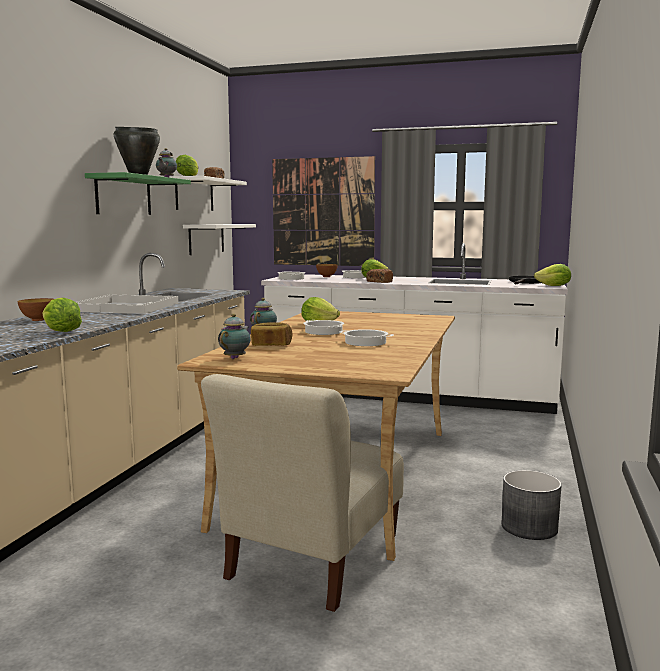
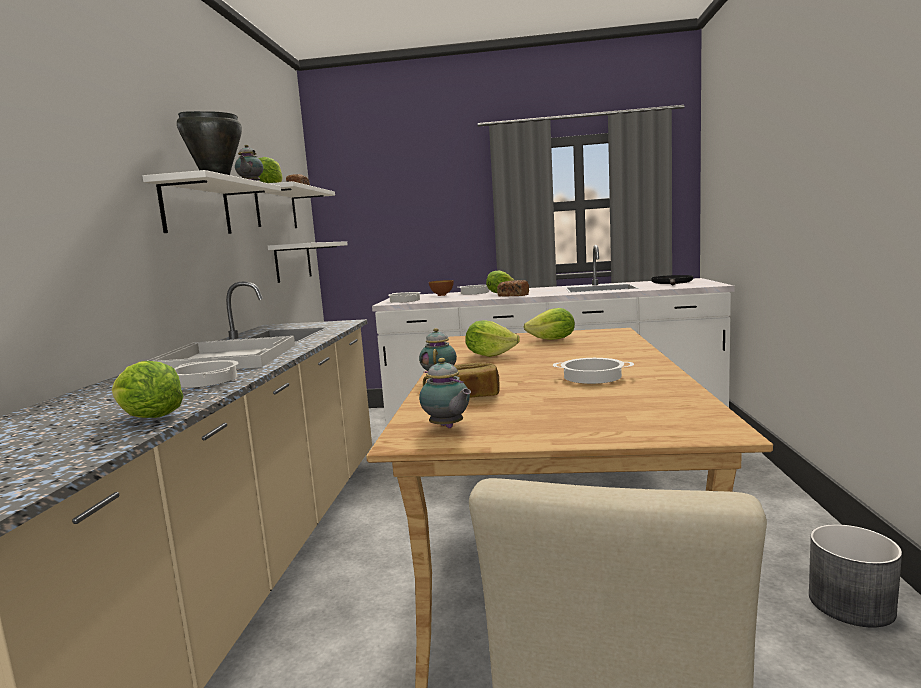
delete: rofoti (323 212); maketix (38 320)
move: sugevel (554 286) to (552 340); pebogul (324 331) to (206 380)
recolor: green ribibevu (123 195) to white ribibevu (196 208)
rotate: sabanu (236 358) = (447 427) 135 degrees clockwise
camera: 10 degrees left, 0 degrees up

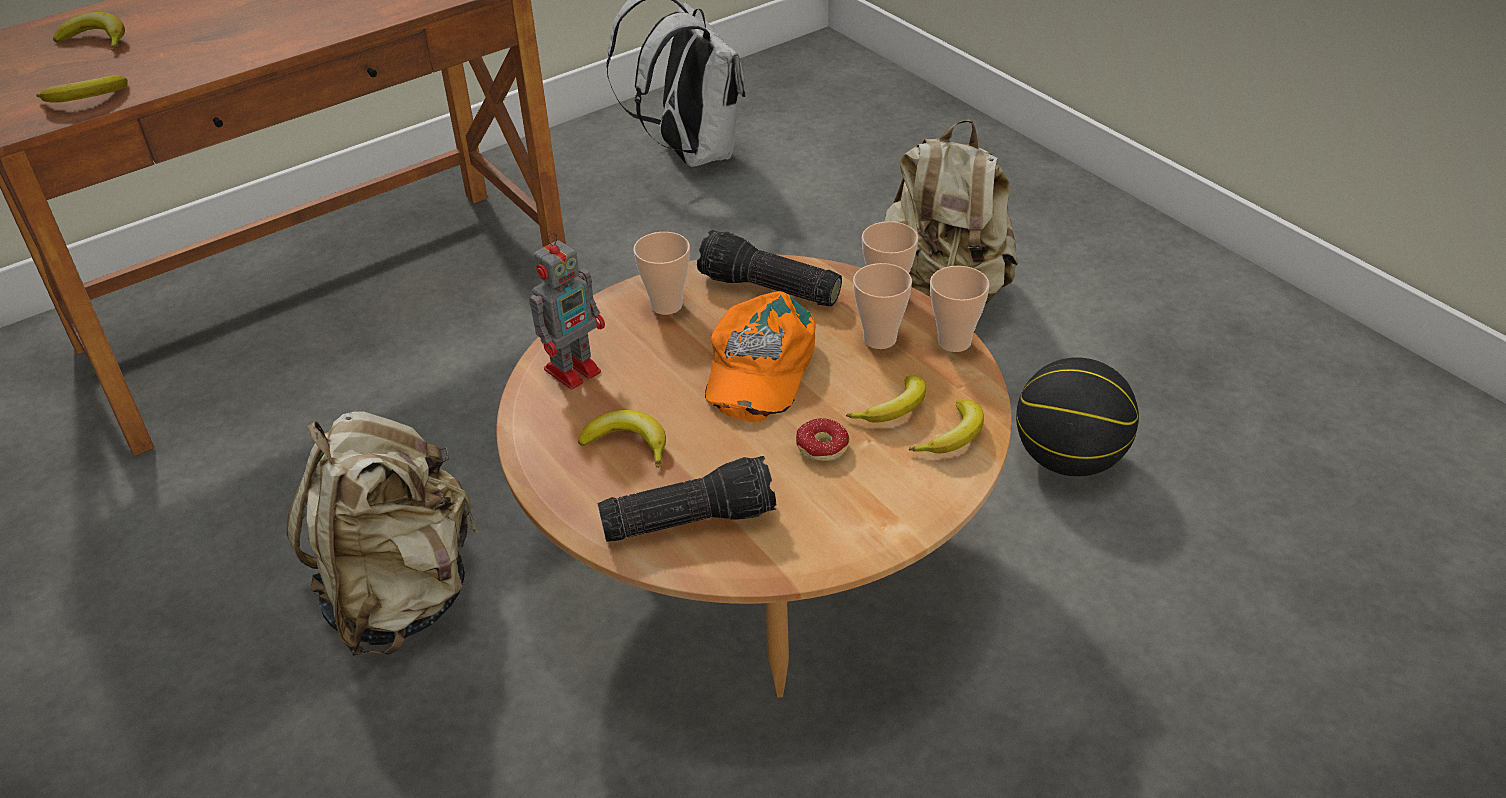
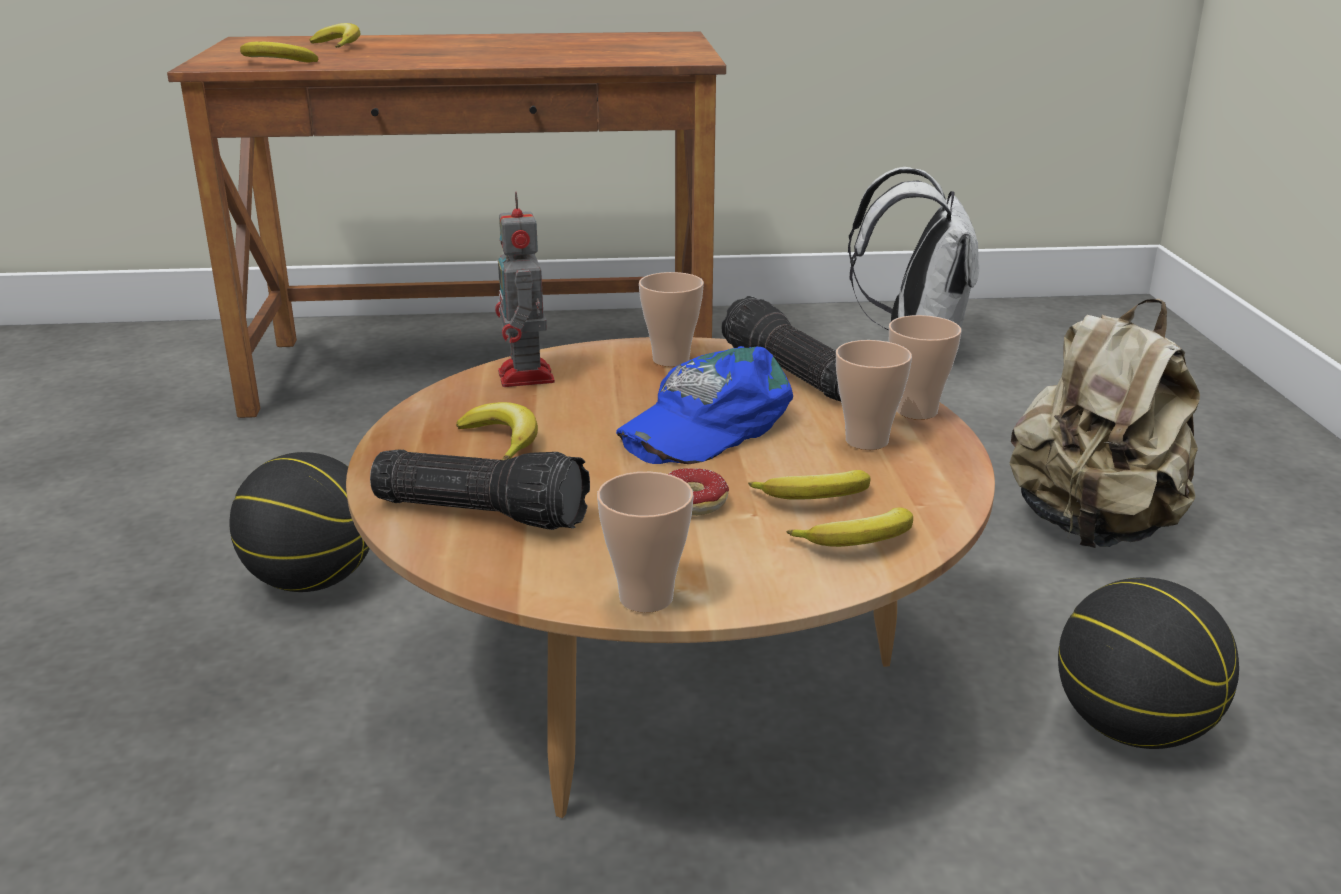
move: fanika (954 342) to (646 598)
replace: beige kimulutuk (401 595) to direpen (312 580)
recolor: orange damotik (758 366) to blue damotik (705 424)
rotate: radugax (574 369) = (526 378) 90 degrees clockwise
camera: 30 degrees right, 15 degrees down

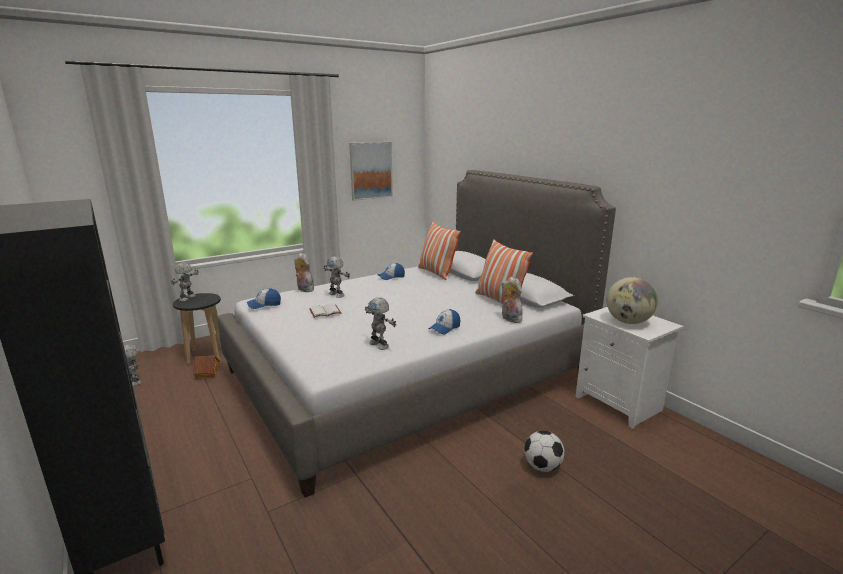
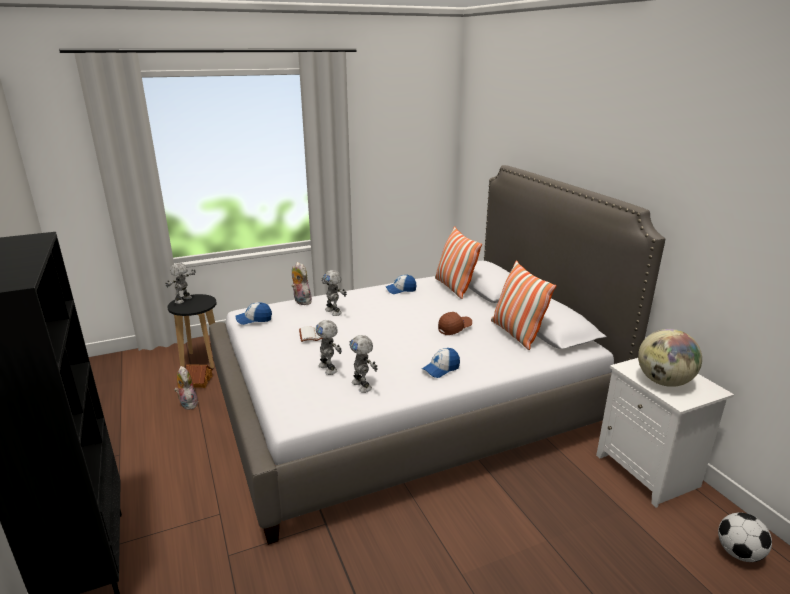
delete: rofoti (370 170)
insert: brown damotik (454 329)
move: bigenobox (509 319) to (187 404); radugax (135 381) to (328 368); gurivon (542 467) to (738 553)
camera: 10 degrees right, 5 degrees up

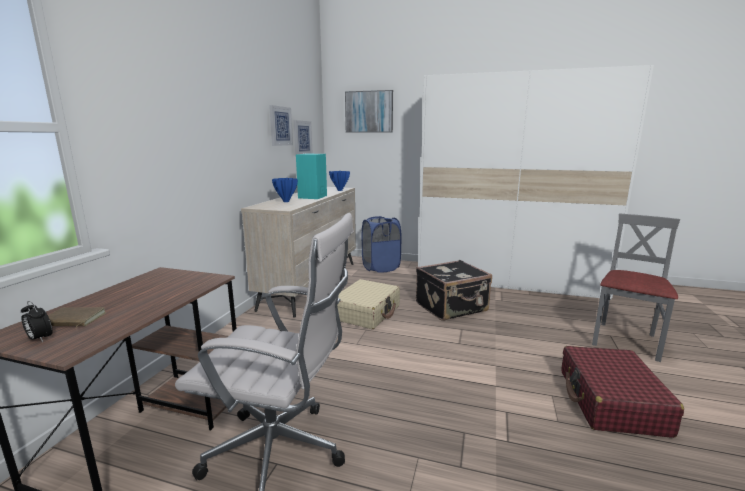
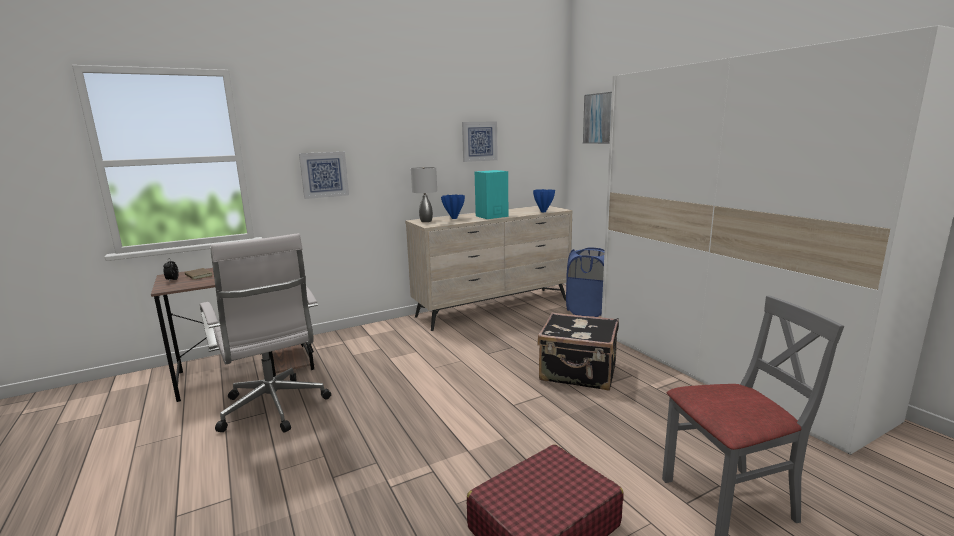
delete: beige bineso (366 312)
insert: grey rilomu (426 221)
move: rofoti (302 138) to (324 174)
camera: 45 degrees right, 0 degrees up

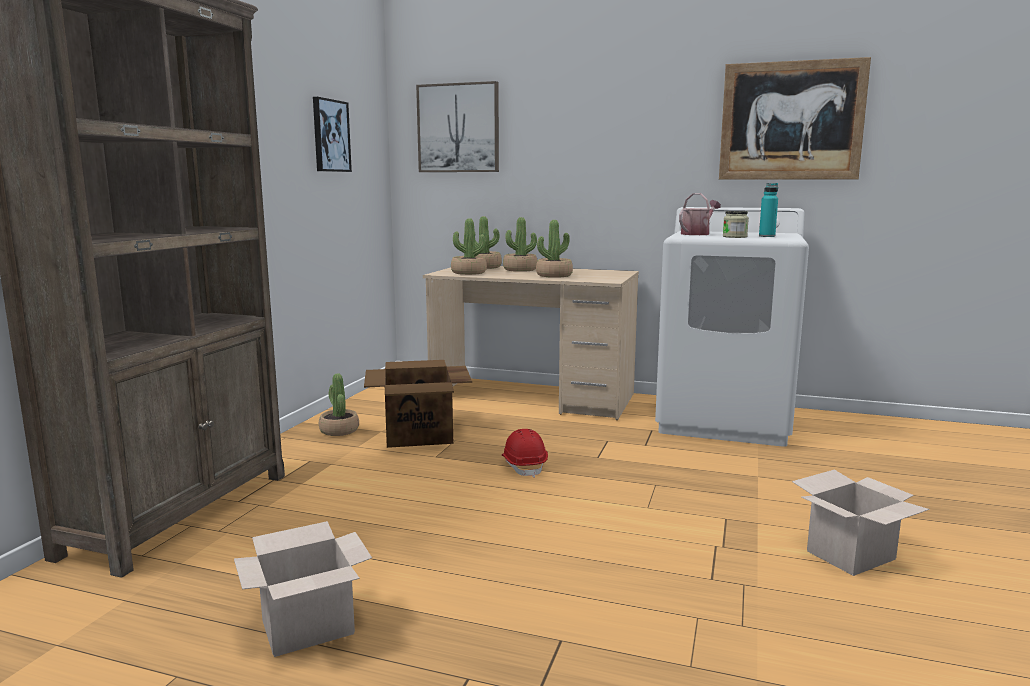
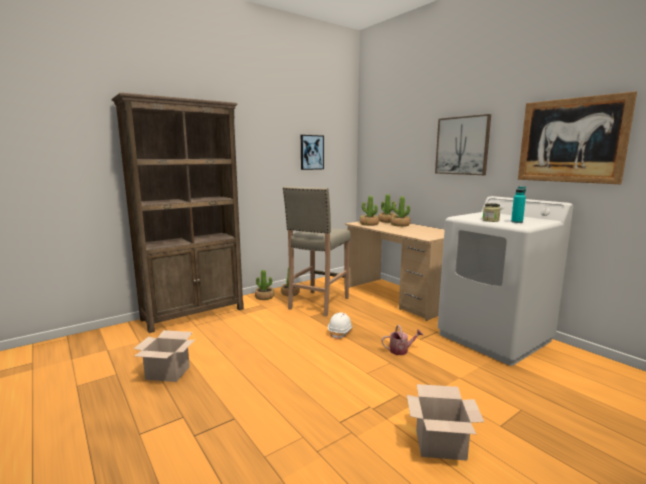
move: rofoti (458 128) to (462 145); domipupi (697 234) to (401 350); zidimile (554 275) to (264 297)
replace: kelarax (418 435) to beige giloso (318 304)
recolor: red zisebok (524 466) to white zisebok (340 332)
camera: 35 degrees right, 0 degrees up

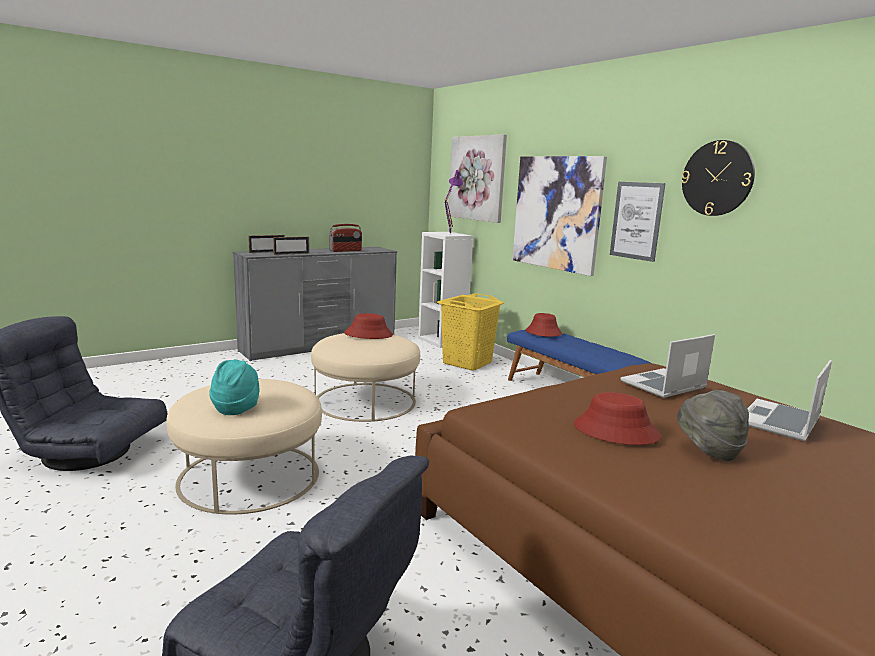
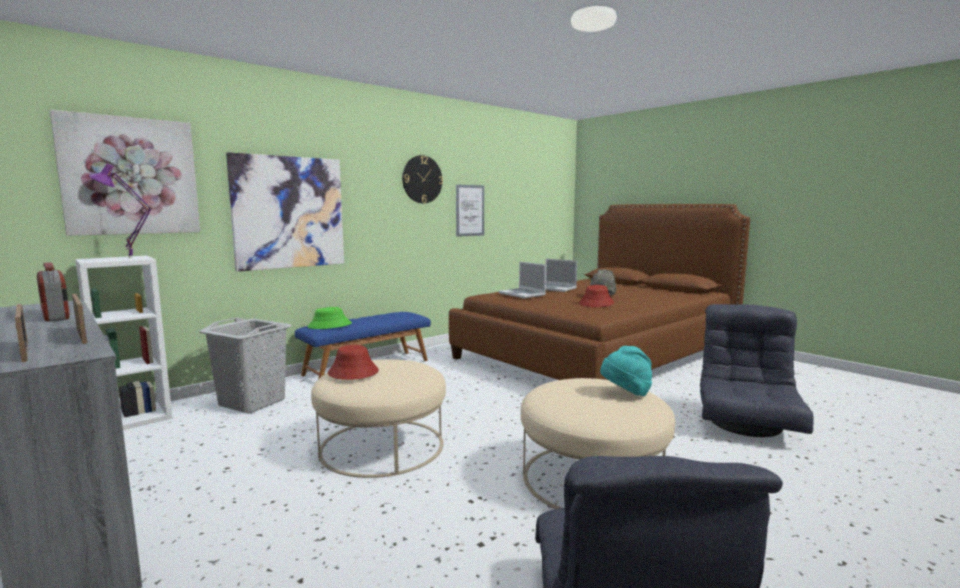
move: rofoti (636 220) to (470 210)
recolor: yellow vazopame (467 363) to grey vazopame (252 402); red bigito (543 332) to green bigito (329 325)
camera: 95 degrees left, 5 degrees down

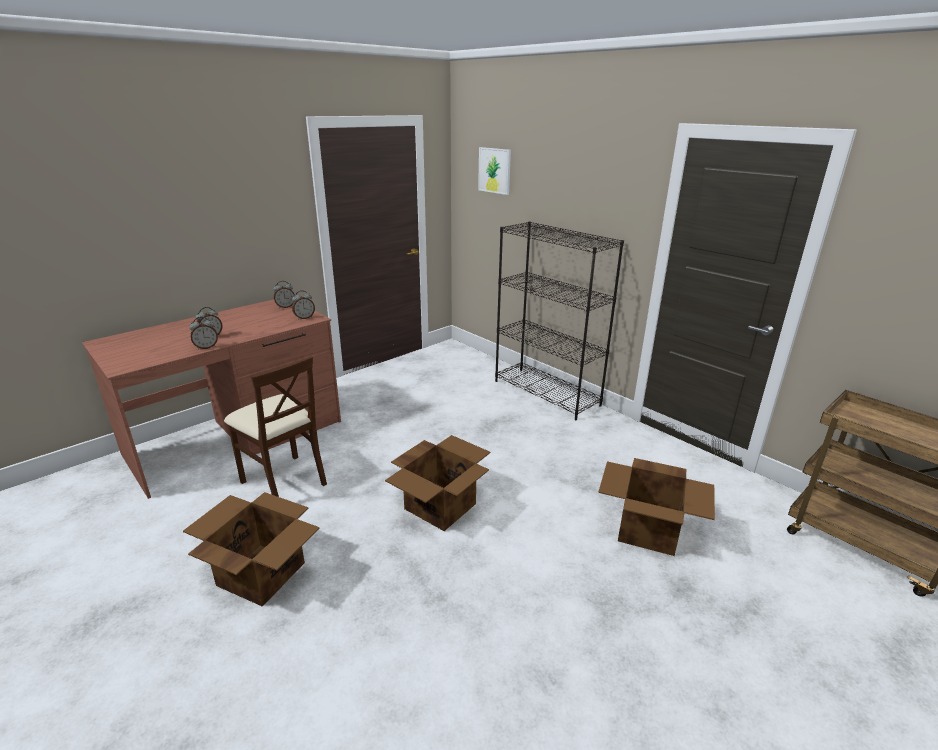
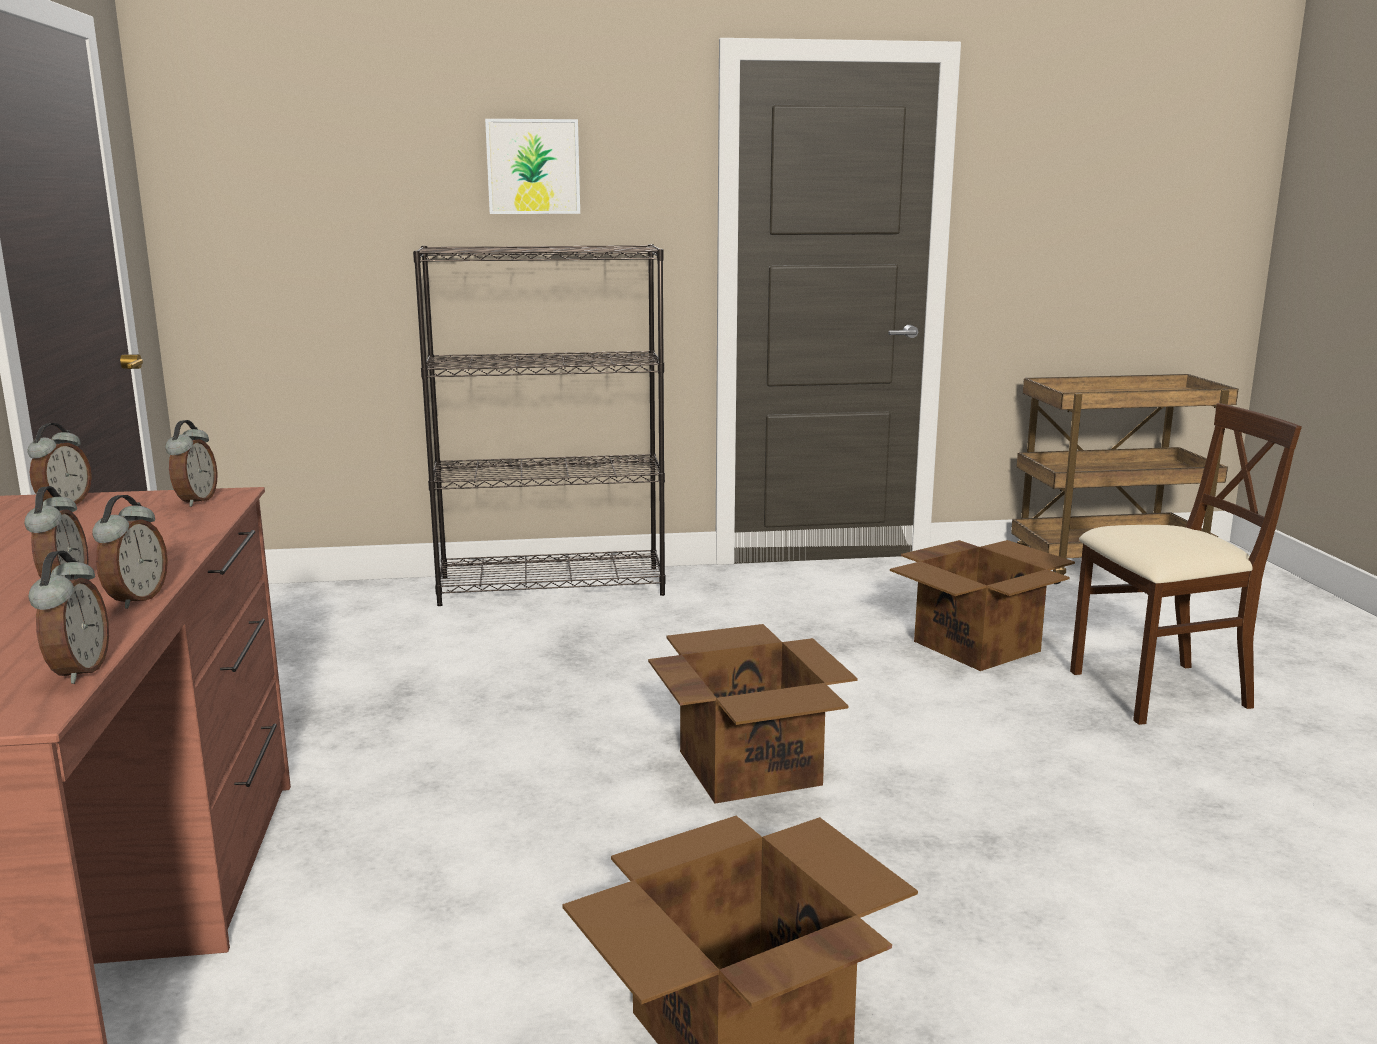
insert: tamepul (77 672)
move: rofoti (494 170) to (533 167); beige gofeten (284 481) to (1158 691)
camera: 55 degrees left, 10 degrees down

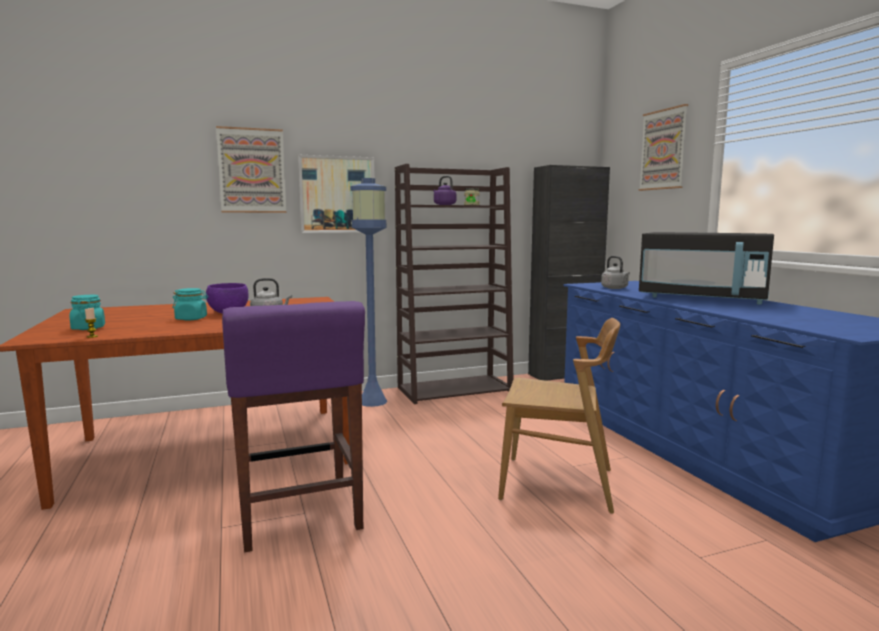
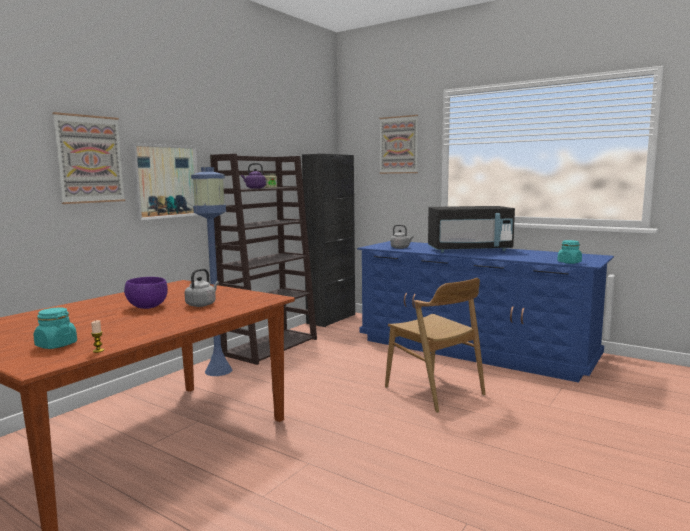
delete: purple giloso (298 516)
move: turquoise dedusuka (191 319) to (569 262)
rotate: brown gofeten (558 484) = (434 391) 75 degrees clockwise
camera: 35 degrees left, 0 degrees up

